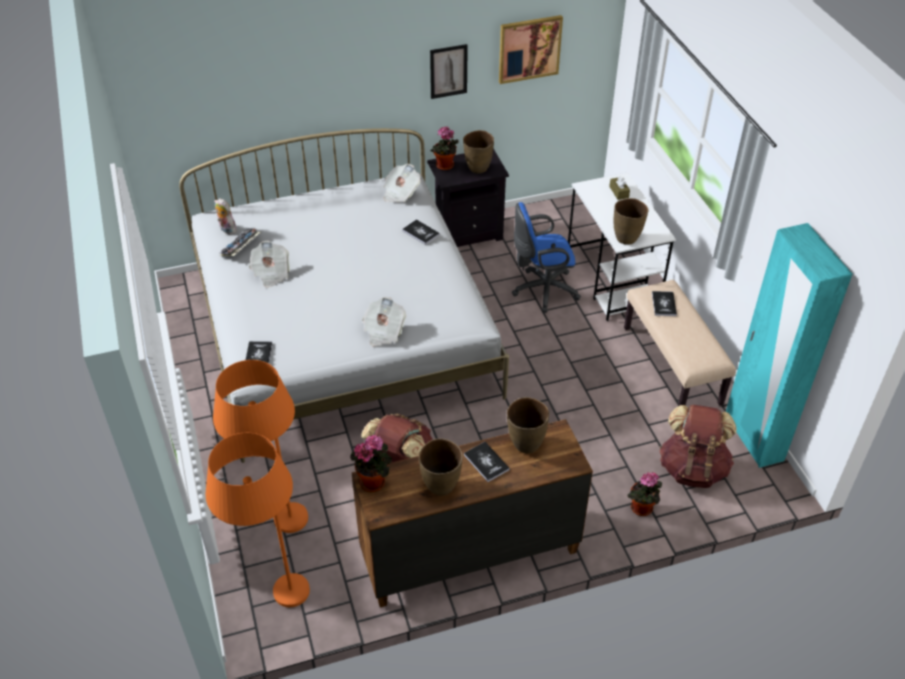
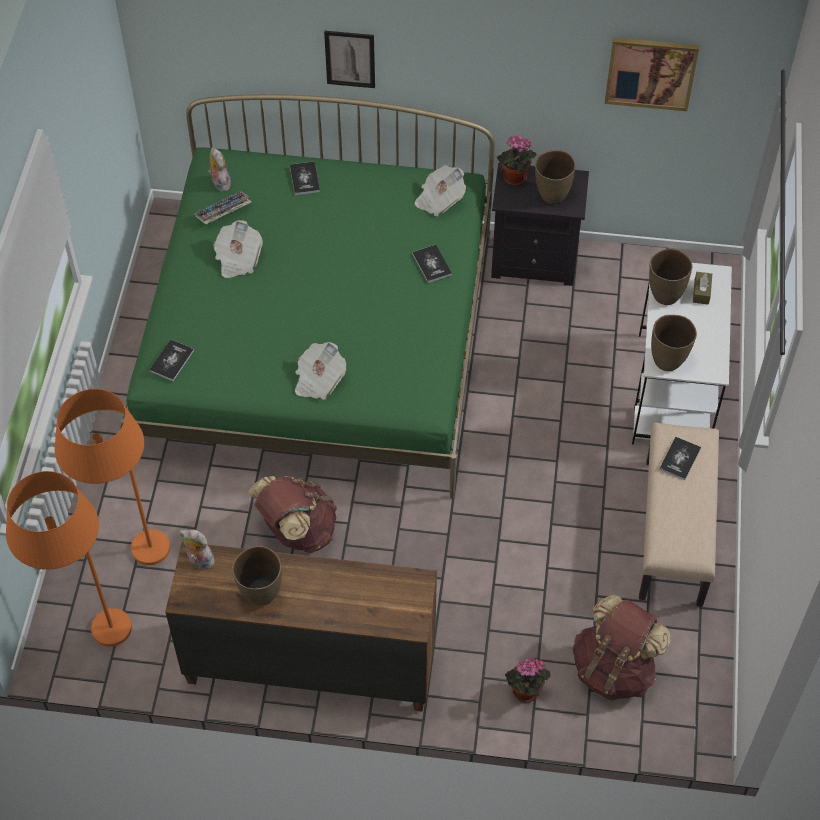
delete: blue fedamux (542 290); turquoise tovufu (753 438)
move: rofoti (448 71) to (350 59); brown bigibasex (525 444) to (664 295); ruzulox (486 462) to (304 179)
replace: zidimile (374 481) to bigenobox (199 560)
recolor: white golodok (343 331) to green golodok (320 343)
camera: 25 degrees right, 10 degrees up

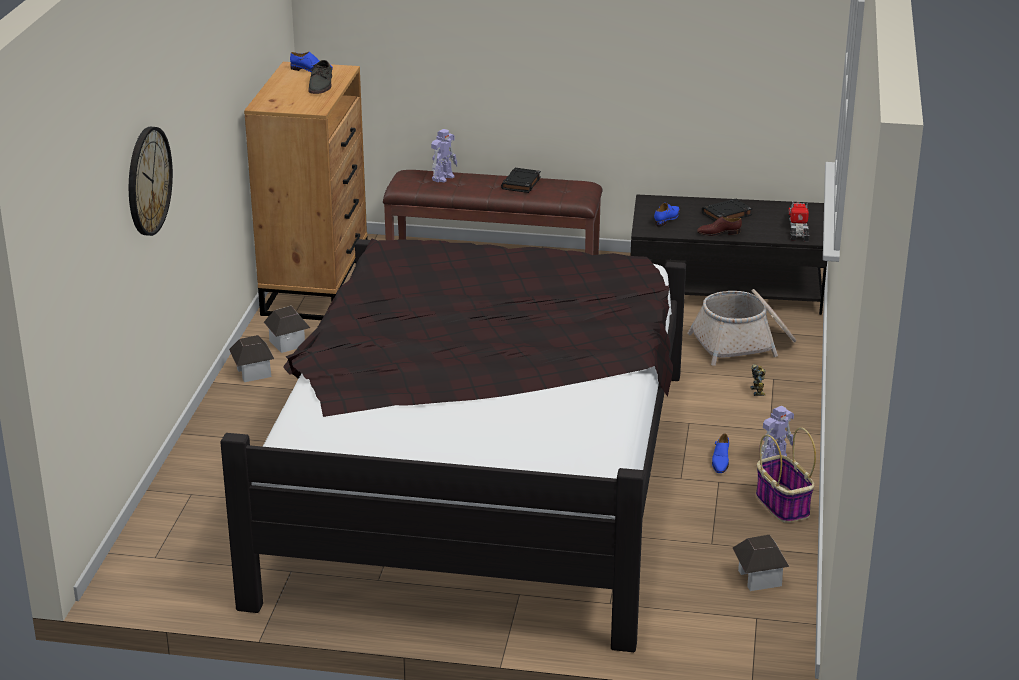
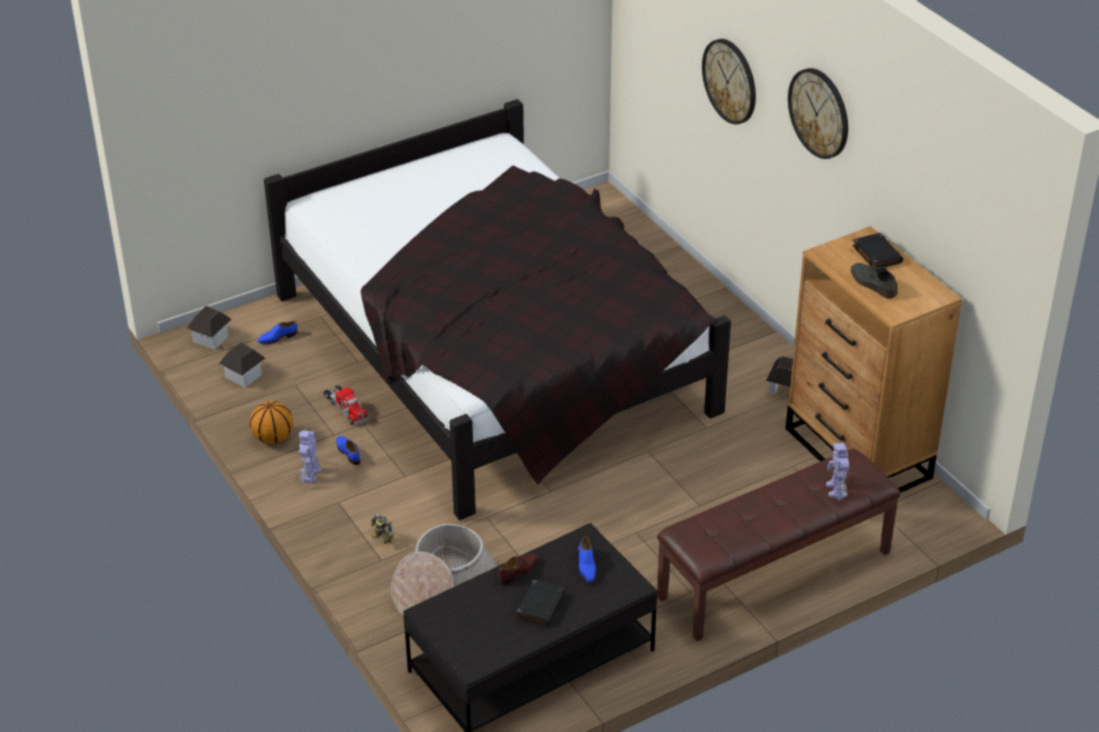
insert: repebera (819 113)
move: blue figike (311 70) to (277 338); black ruzulox (521 183) to (876 254); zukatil (798 228) to (345 408); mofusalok (253 372) to (211 338)
replace: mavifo (781 504) to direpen (274 438)
camera: 140 degrees right, 10 degrees up

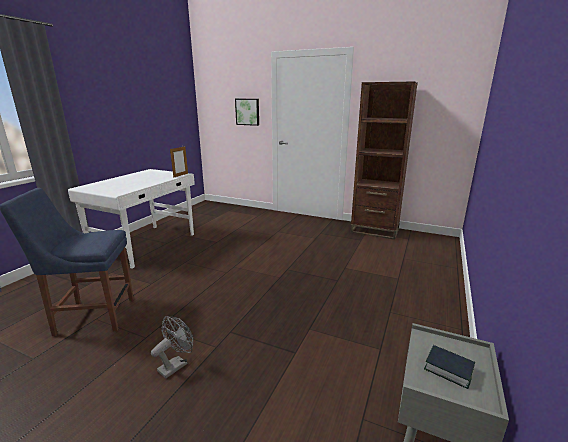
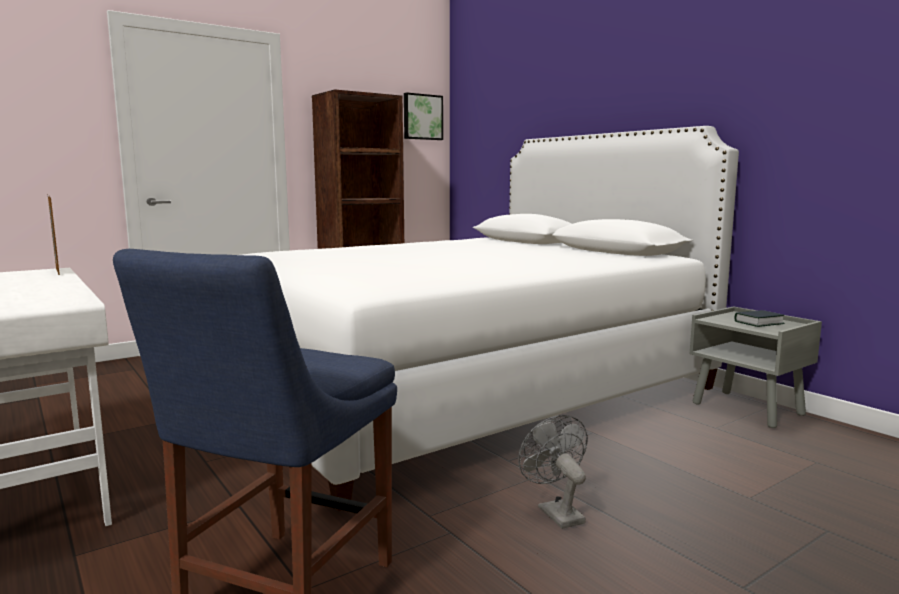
insert: white golodok (460 388)
move: rofoti (247 112) to (422 117)
camera: 60 degrees left, 10 degrees down

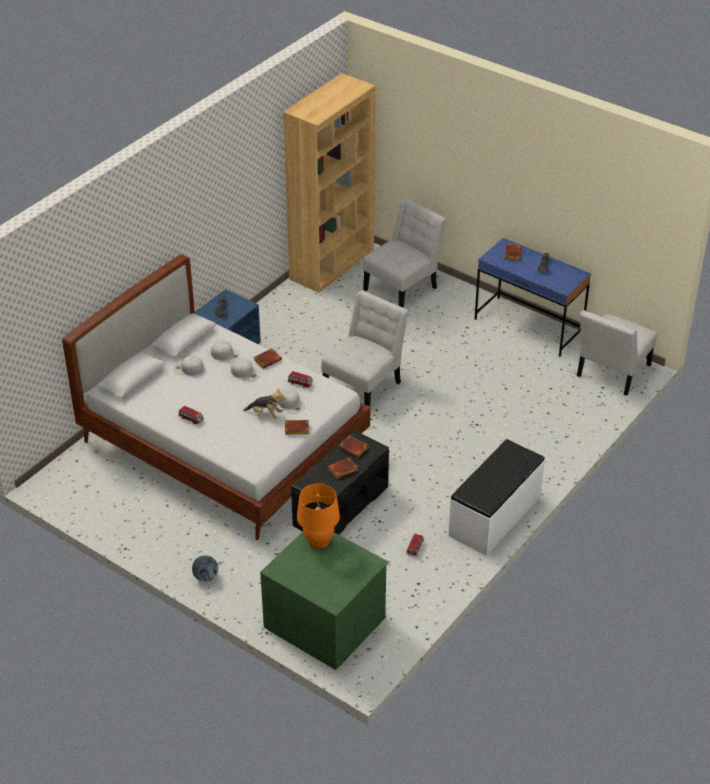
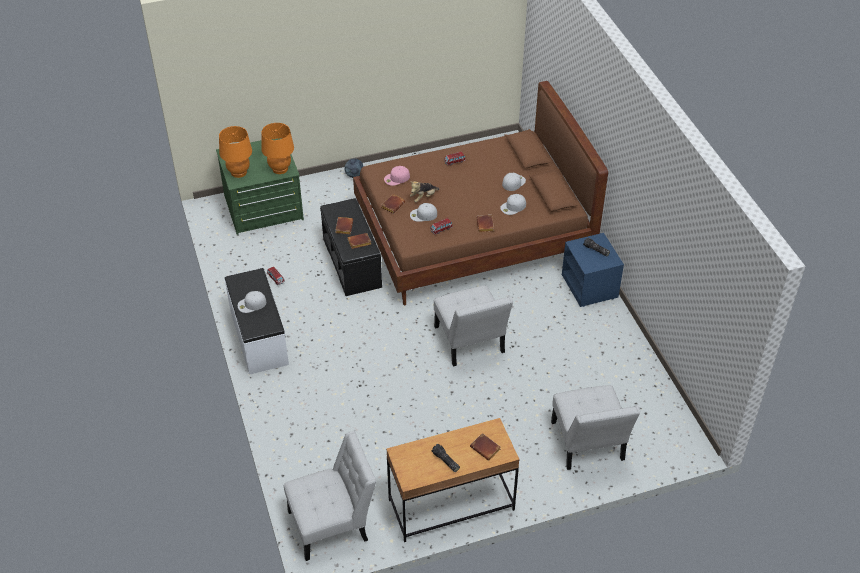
delete: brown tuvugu (332 264)
insert: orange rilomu (239 172); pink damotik (396 178)
move: white damotik (245 372) to (251 304)
recolor: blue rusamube (528 326) to brown rusamube (451 505); white golodok (224 443) to brown golodok (473 235)
rotate: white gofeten (611 373) = (333 524) 90 degrees clockwise
camera: 125 degrees right, 5 degrees up

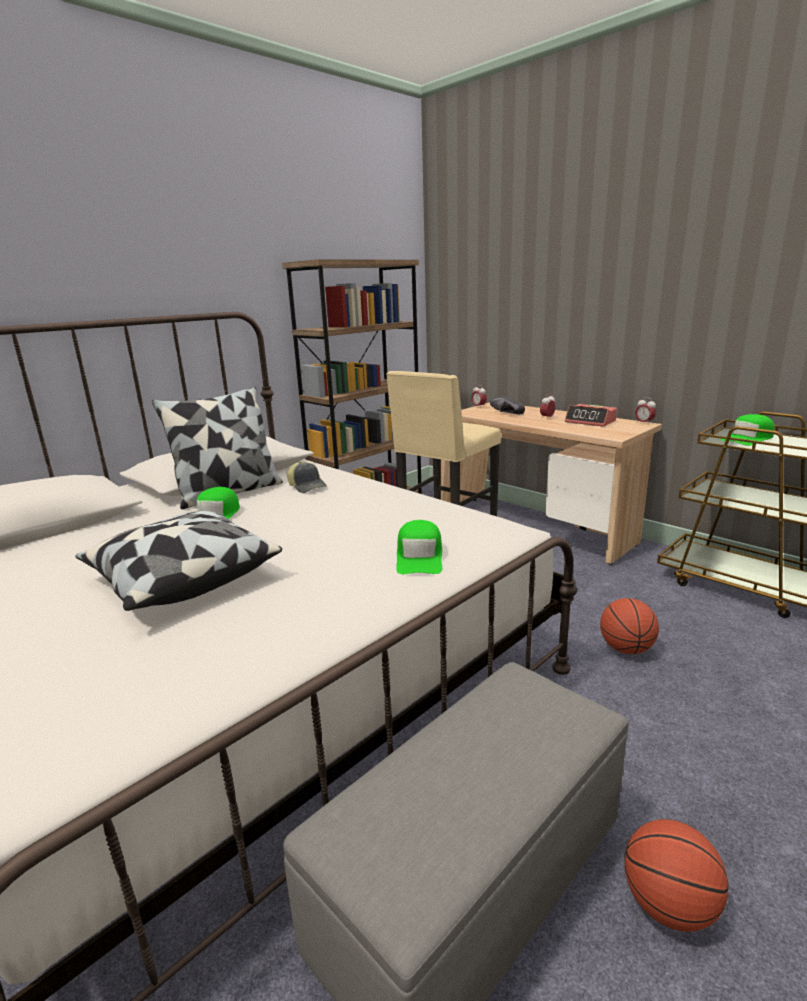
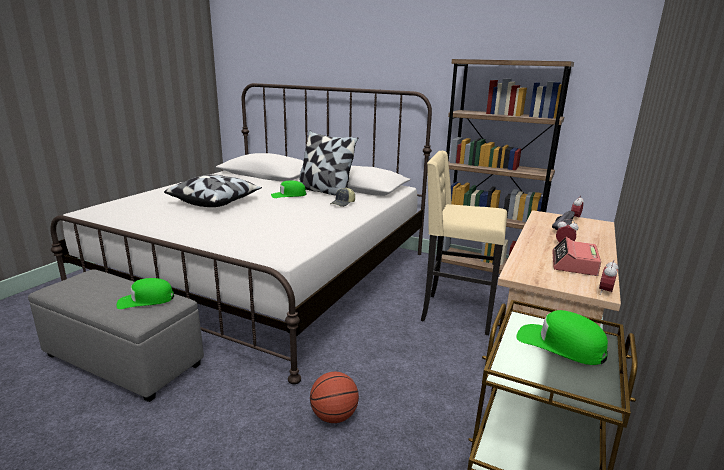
delete: direpen (668 904)
move: green damotik (420 557) to (146 300)
camera: 70 degrees right, 0 degrees up

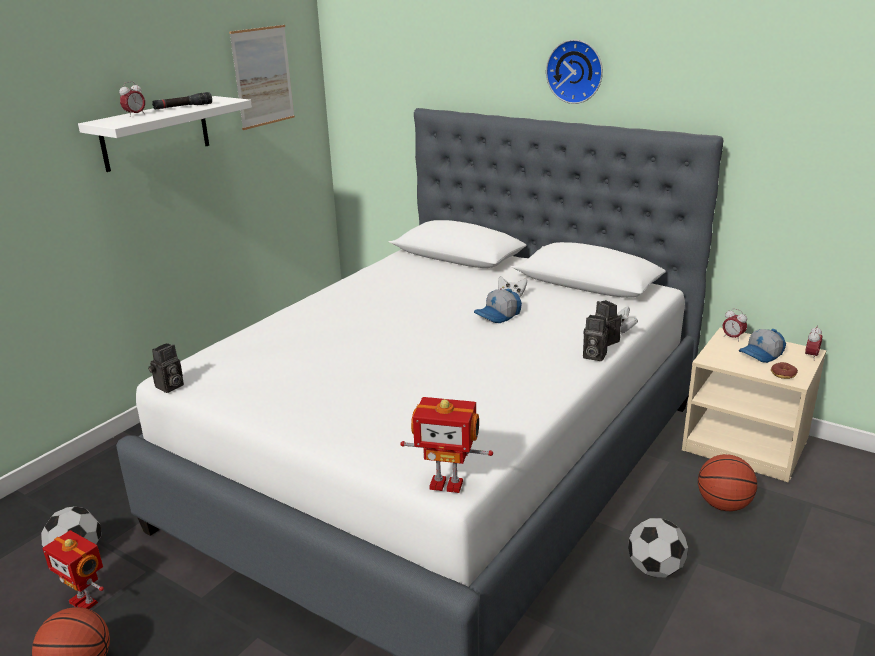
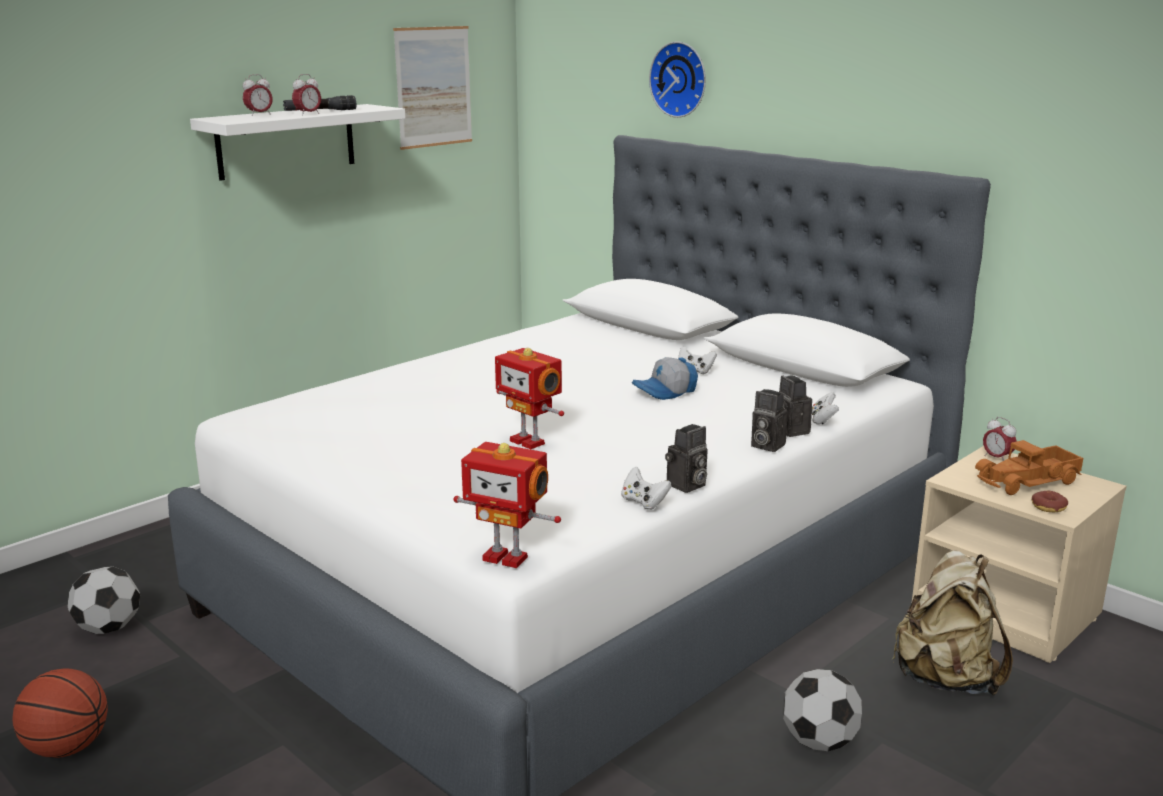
insert: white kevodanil (643 502)
move: repebera (576 71) to (680 79); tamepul (811 356) to (308 114); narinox (169 387) to (686 486); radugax (85 601) to (529 441)
replace: damotik (762 354) to zukatil (1029 481); direpen (723 505) to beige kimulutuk (945 679)
camera: 10 degrees right, 5 degrees down

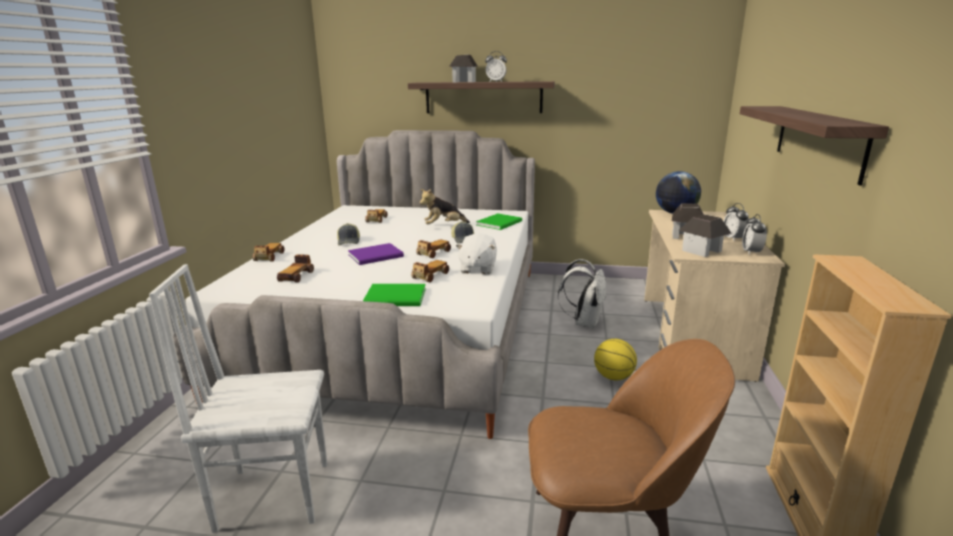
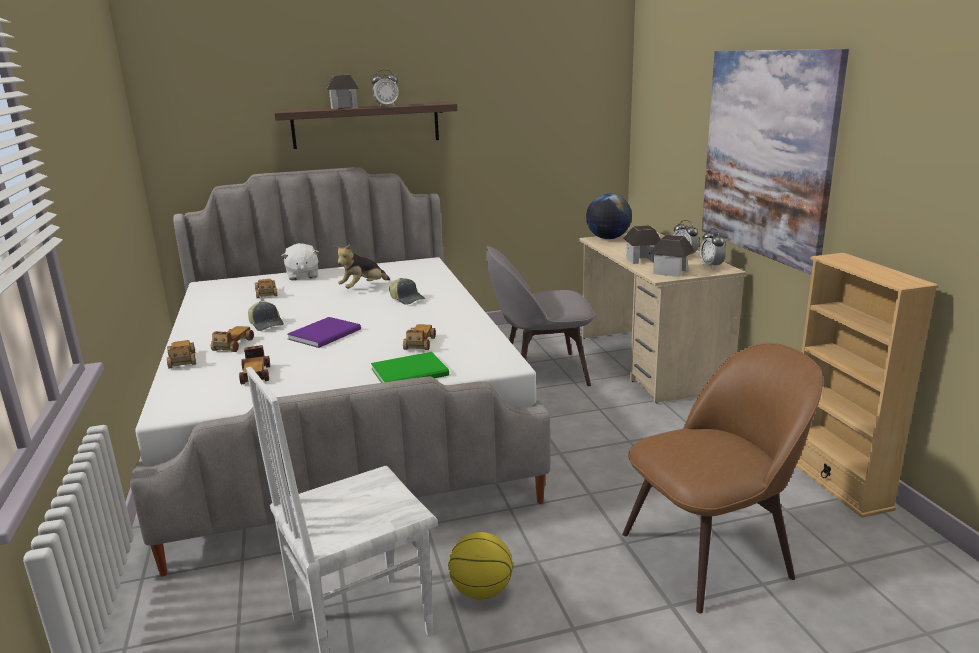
delete: green ruzulox (500 223)
move: white bigenobox (477 268) to (302 275); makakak (433 253) to (233 345); direpen (613 377) to (481 591)
replace: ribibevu (818 140) to rofoti (766 154); white kimulutuk (584 322) to grey gofeten (541 372)
camera: 25 degrees left, 0 degrees up

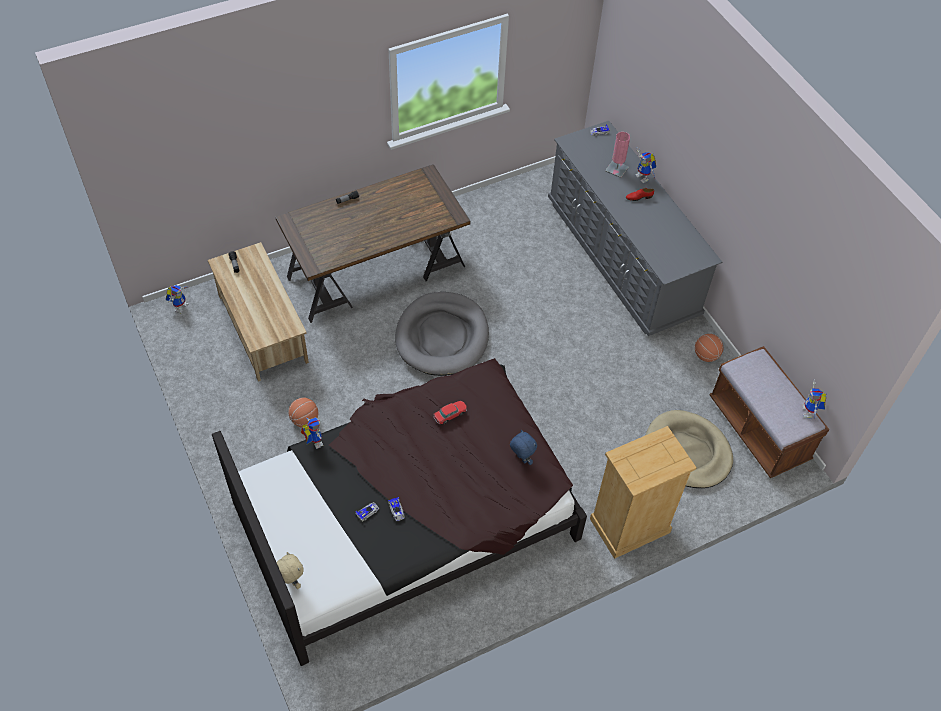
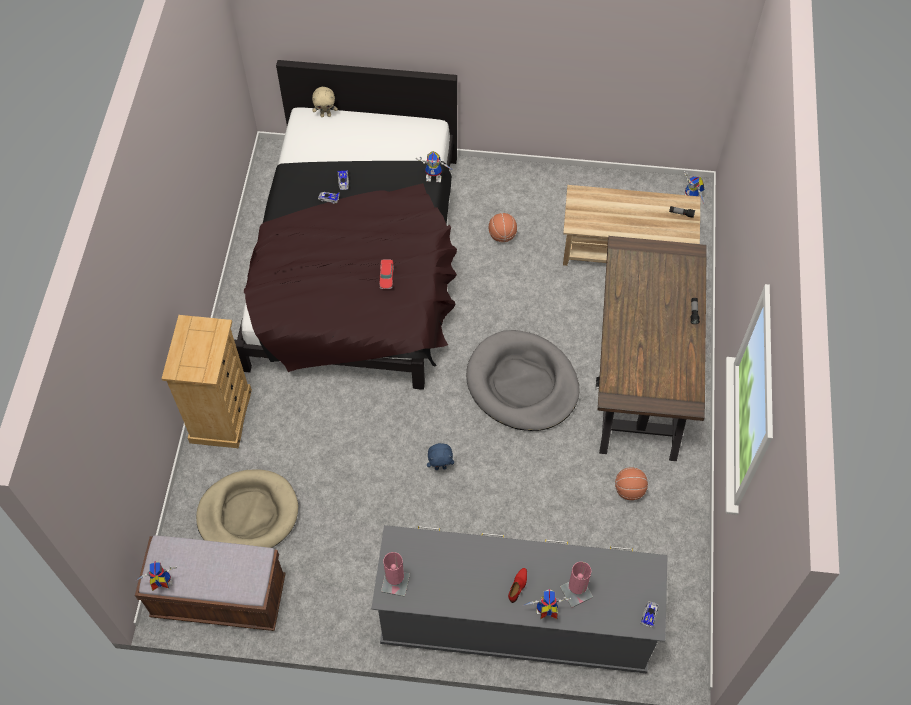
insert: pink rilomu (395 582)
move: direpen (706 355) to (629 490); blue bigenobox (521 459) to (440 467)
rotate: radugax (809 413) = (161 585) 45 degrees counterclockwise
camera: 125 degrees right, 5 degrees up

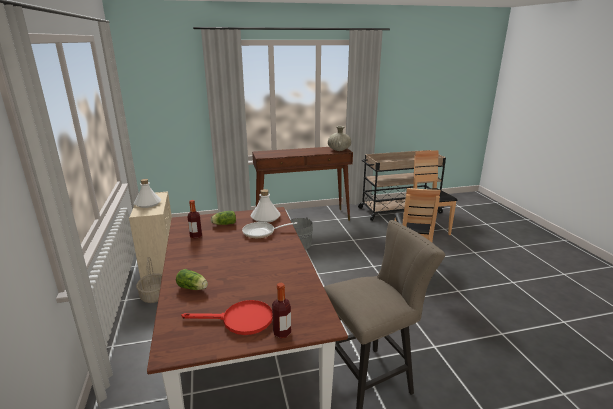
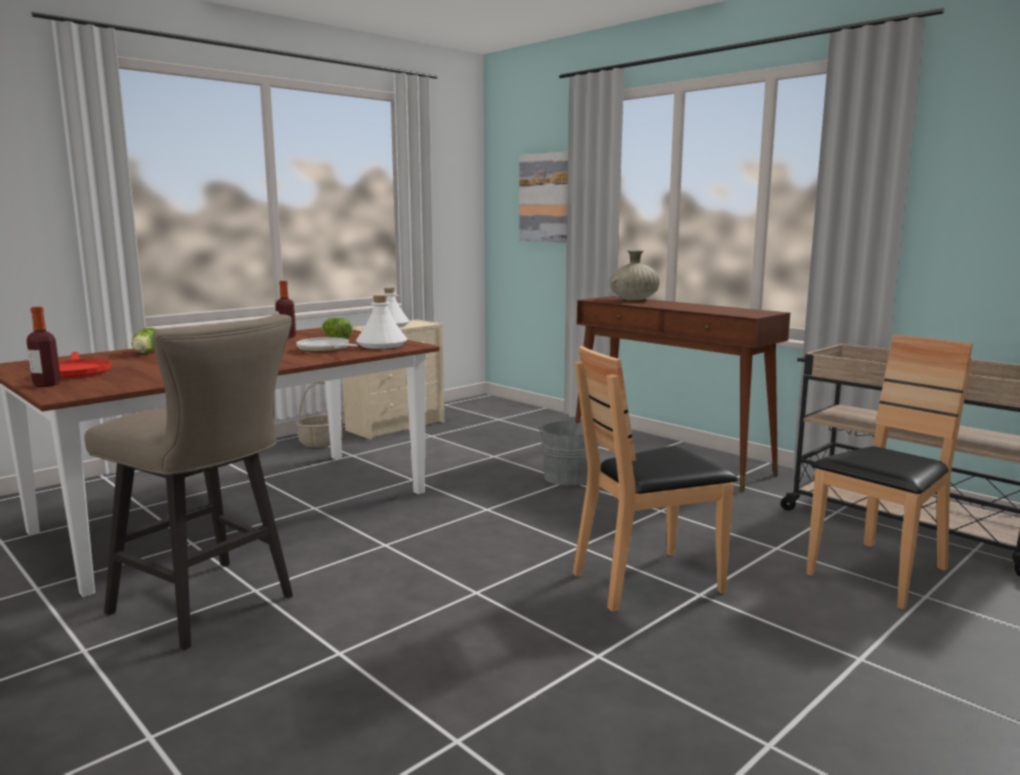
insert: rofoti (545 198)
move: beige bigibasex (339 150) to (634 299)
camera: 60 degrees right, 10 degrees down

